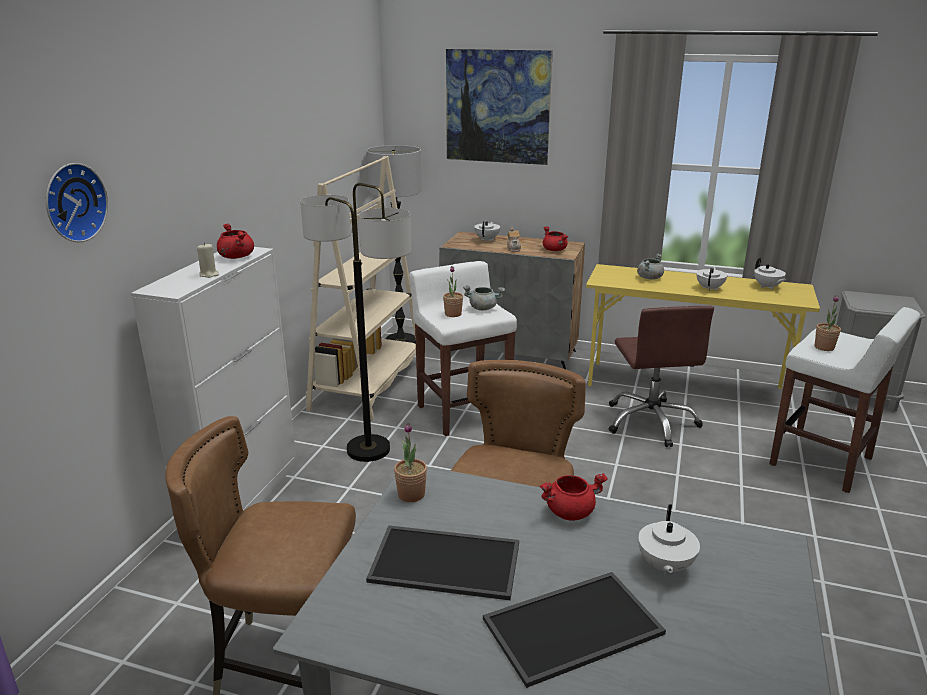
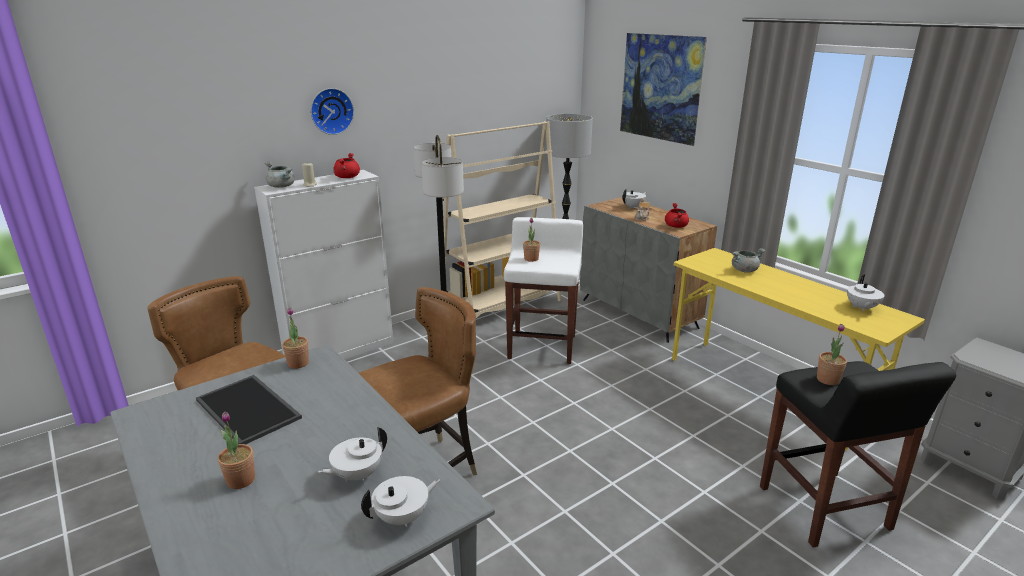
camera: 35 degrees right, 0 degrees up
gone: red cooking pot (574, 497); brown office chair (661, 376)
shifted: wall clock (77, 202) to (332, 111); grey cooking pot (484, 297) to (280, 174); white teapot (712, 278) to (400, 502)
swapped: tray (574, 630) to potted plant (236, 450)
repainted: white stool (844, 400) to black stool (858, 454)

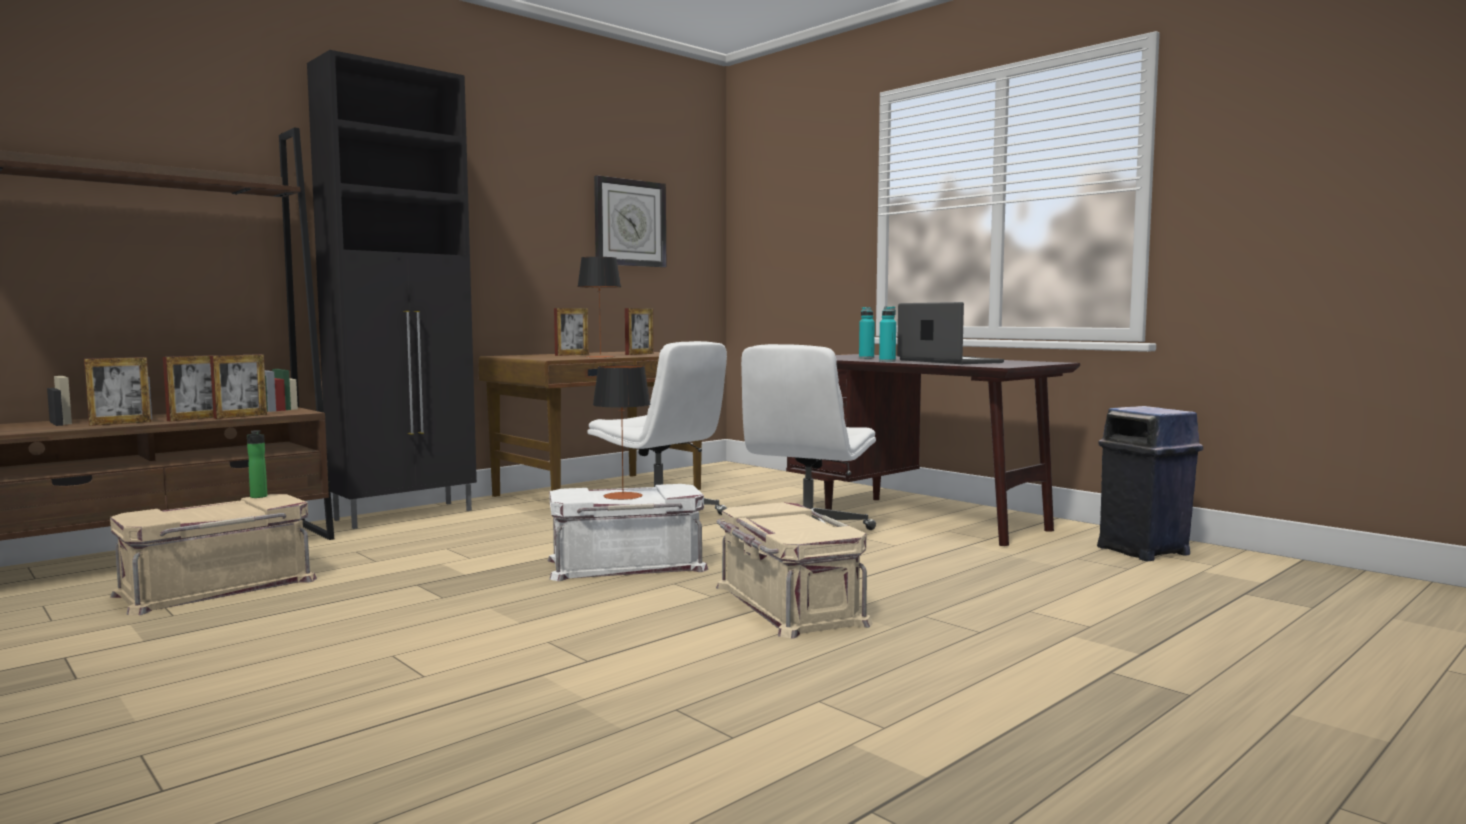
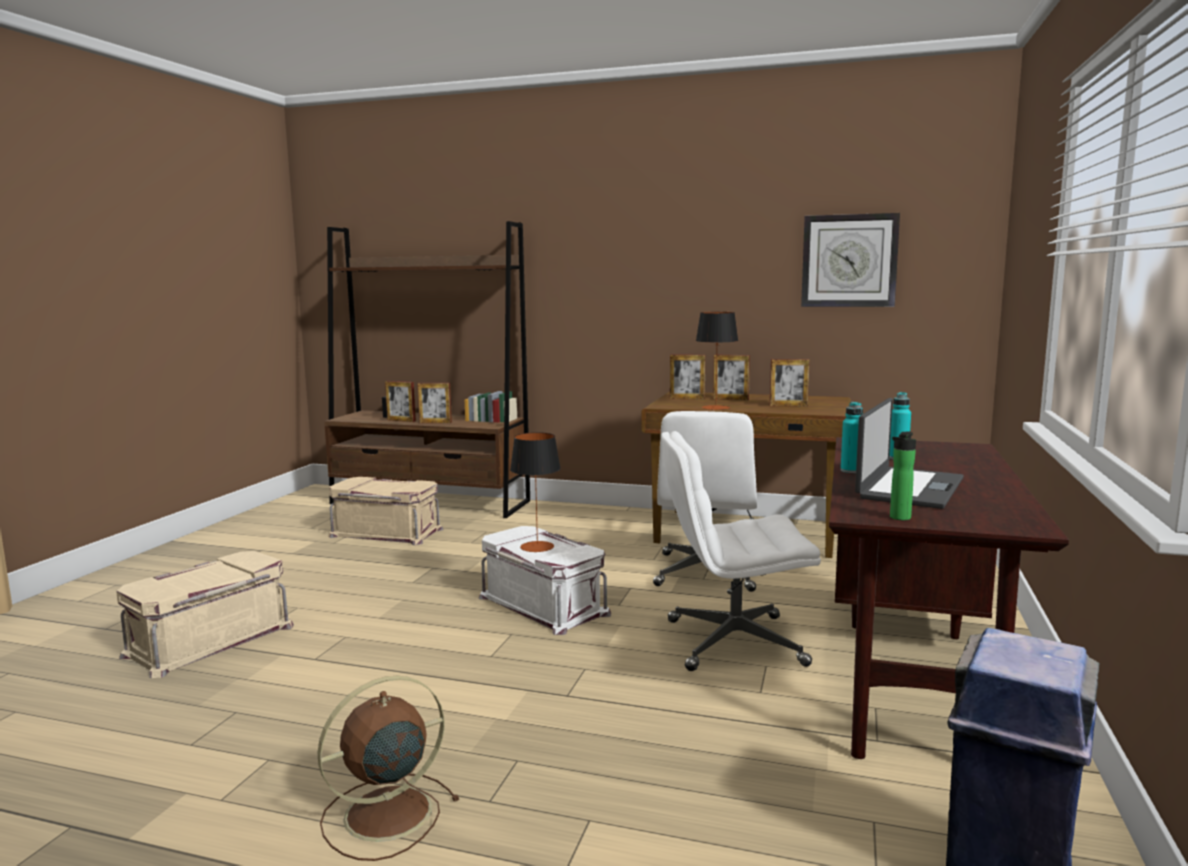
camera: 60 degrees right, 5 degrees up
gone: black cabinet (392, 289)
new: brown fan (388, 768)
shifted: picture frame (238, 386) to (688, 377); bottle (257, 464) to (903, 475); beige storage box (794, 570) to (205, 614)

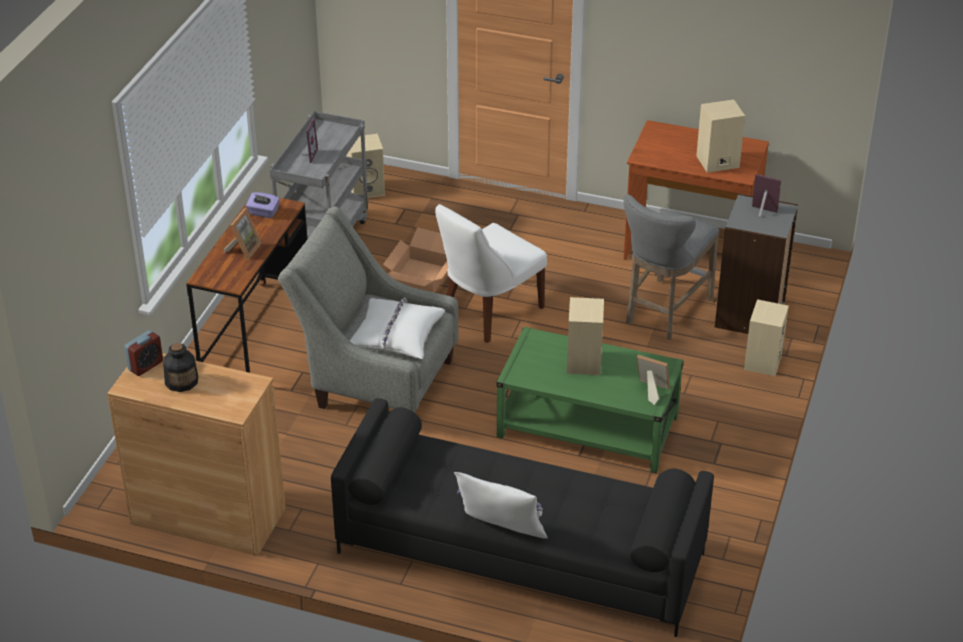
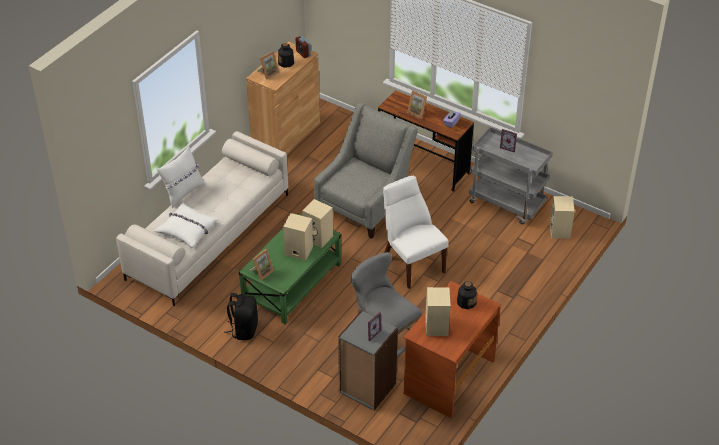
camera: 105 degrees right, 5 degrees up
gone: cardboard box (415, 260)
new: black backpack (241, 316); picture frame (268, 65); bottle (467, 295)
shifted: white pillow (397, 328) to (186, 225); beige speaker (766, 337) to (317, 223)
repainted: black sofa (522, 517) to white sofa (202, 218)

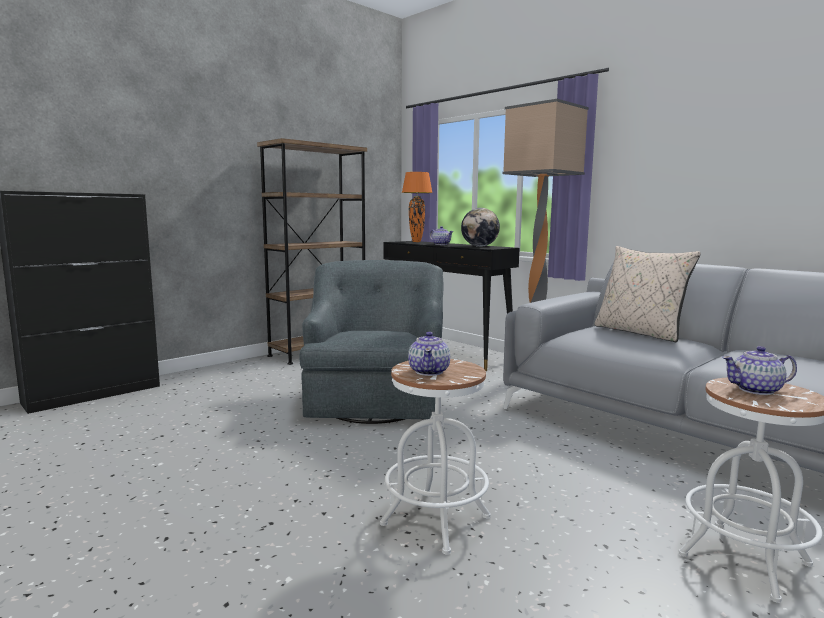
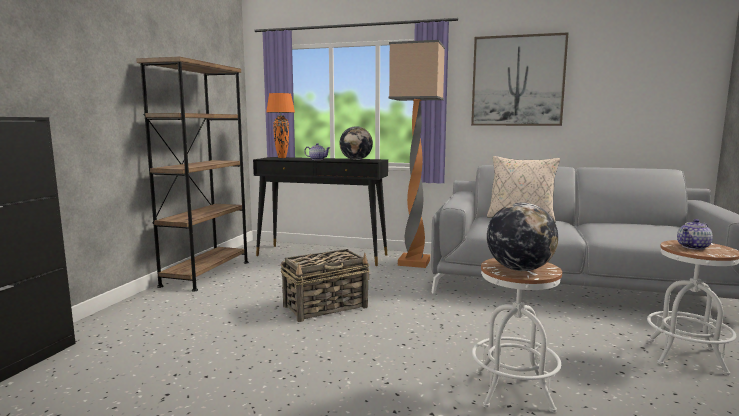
camera: 30 degrees left, 0 degrees up
new: picture (520, 79)
swapped: grey armchair (372, 342) to basket (325, 285); teapot (429, 354) to globe (522, 237)

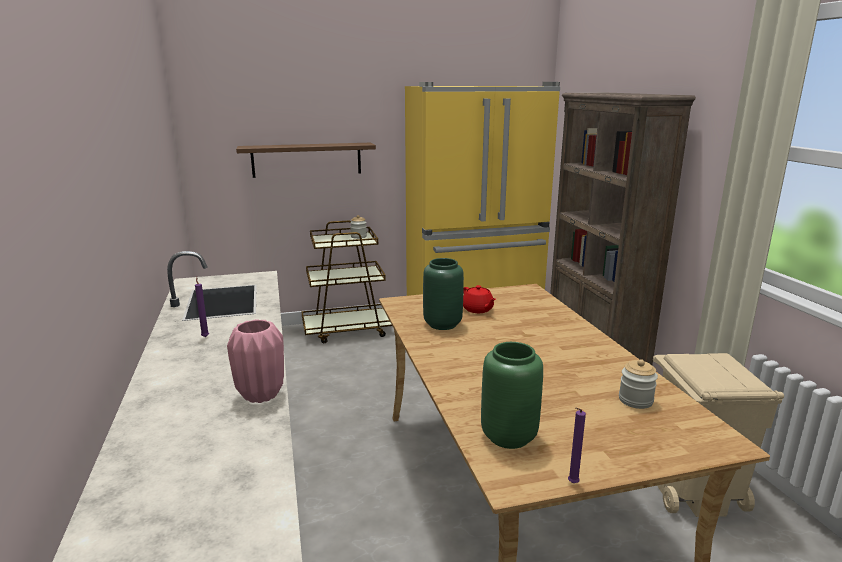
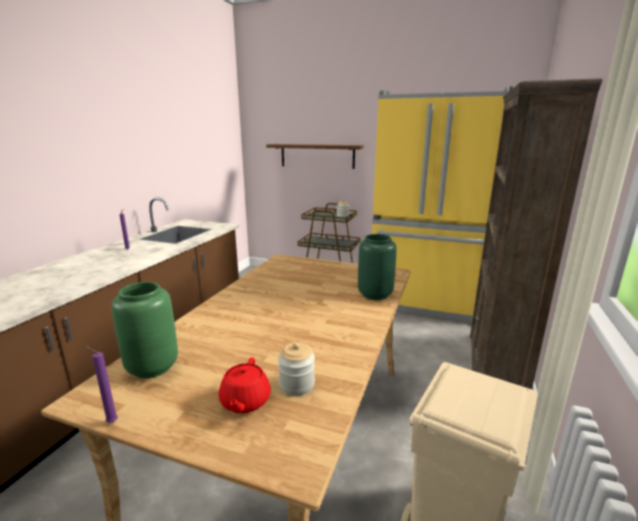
camera: 35 degrees right, 0 degrees up
gone: pink vase (255, 361)
shifted: green vase (443, 294) to (377, 267); red teapot (479, 299) to (245, 385)

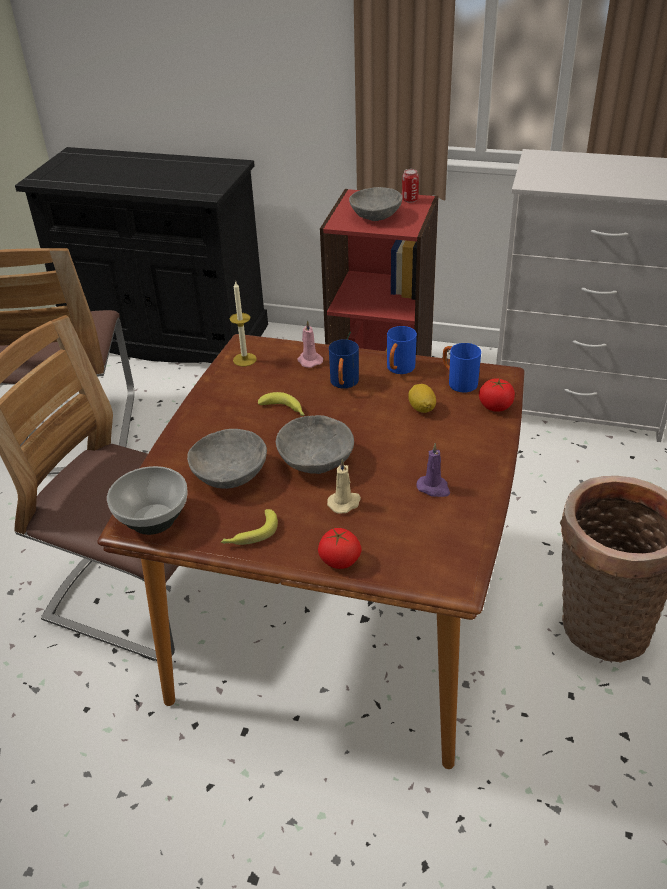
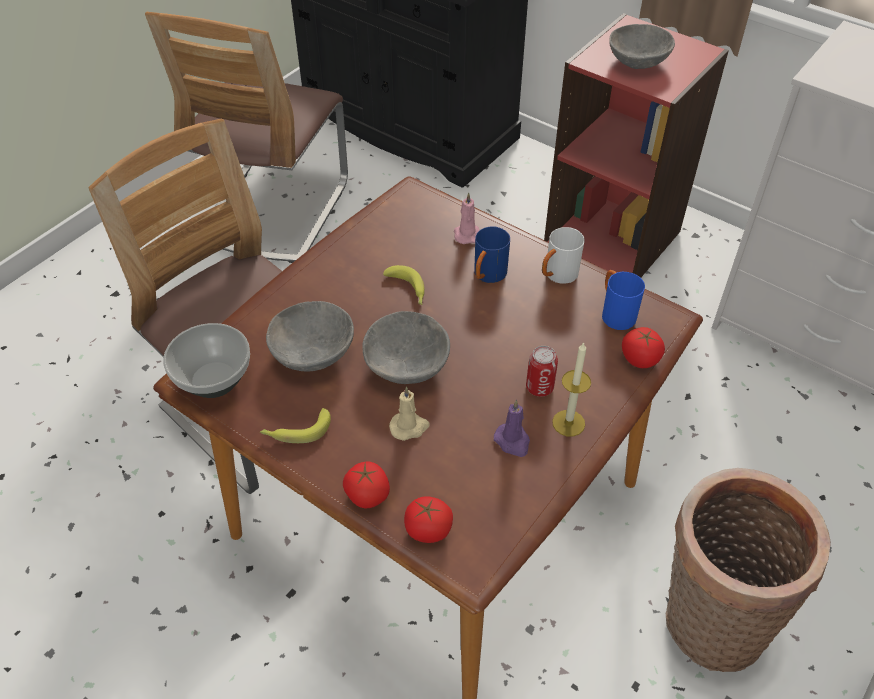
camera: 20 degrees right, 10 degrees up
gone: lemon (422, 398)
new: tomato (428, 519)
shifted: candle (243, 323) to (571, 389); can (410, 186) to (542, 371)
repainted: blue mug (402, 350) to white mug (563, 255)

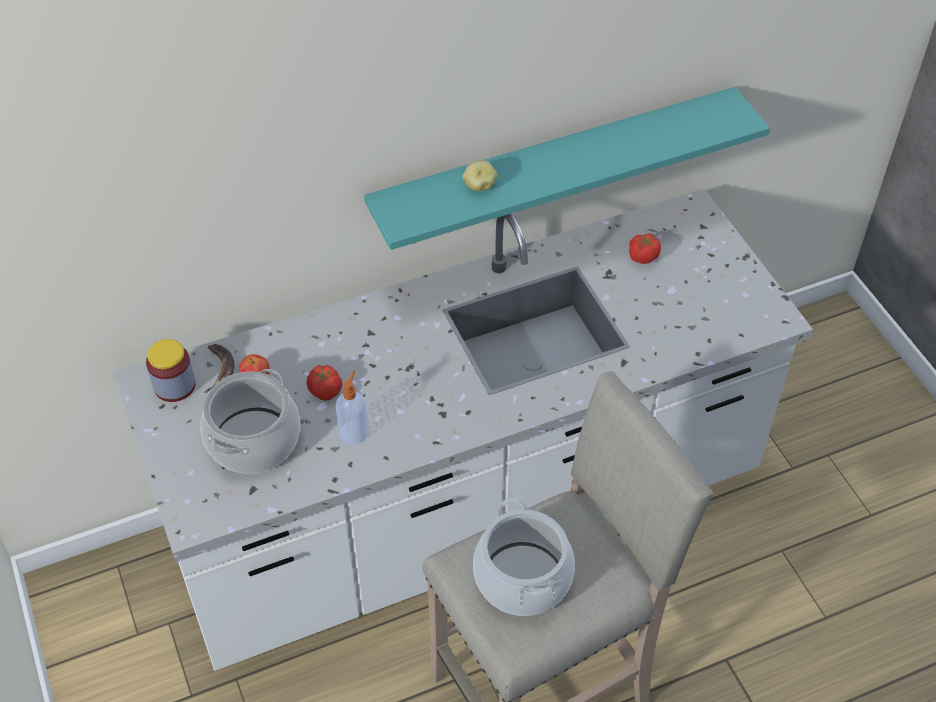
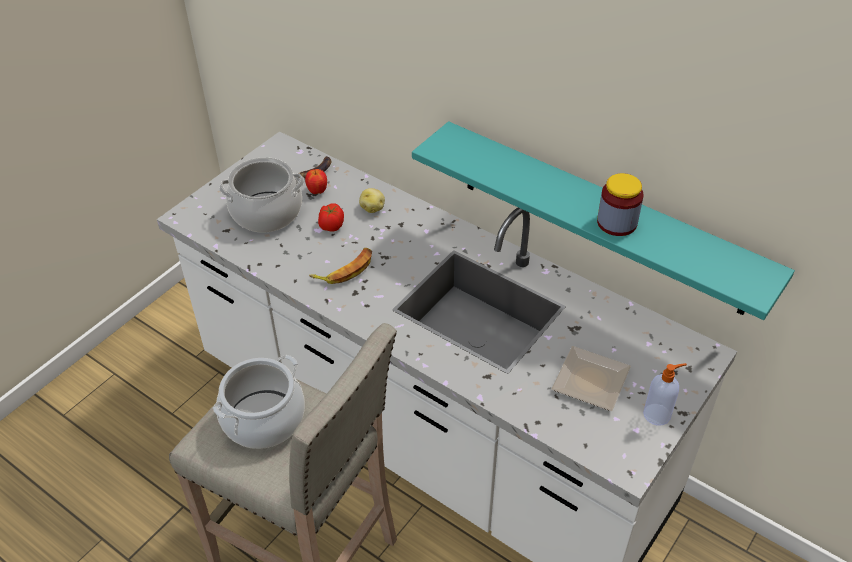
camera: 60 degrees right, 5 degrees down
gone: tomato (645, 248)
new: banana (340, 266); plate (591, 378)
shifted: jar (171, 370) to (620, 204); soap dispenser (352, 407) to (665, 394); potato (479, 175) to (372, 200)

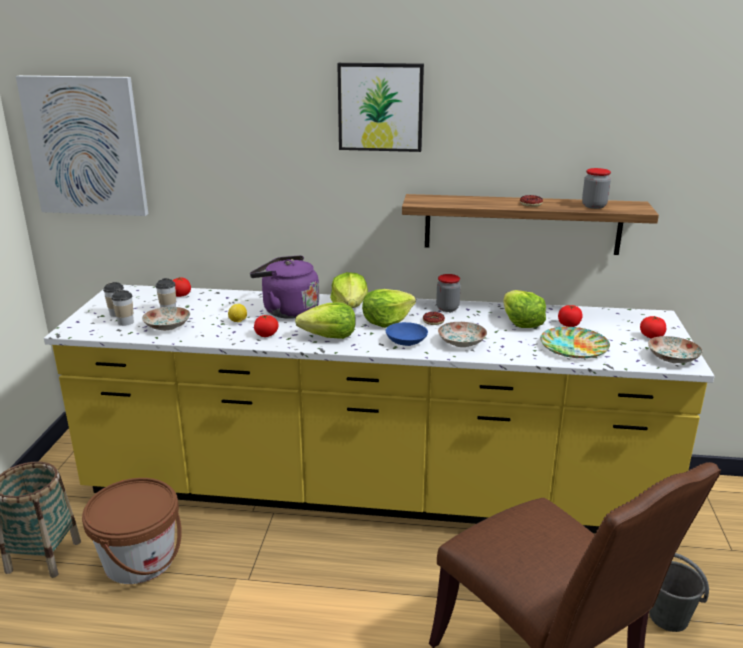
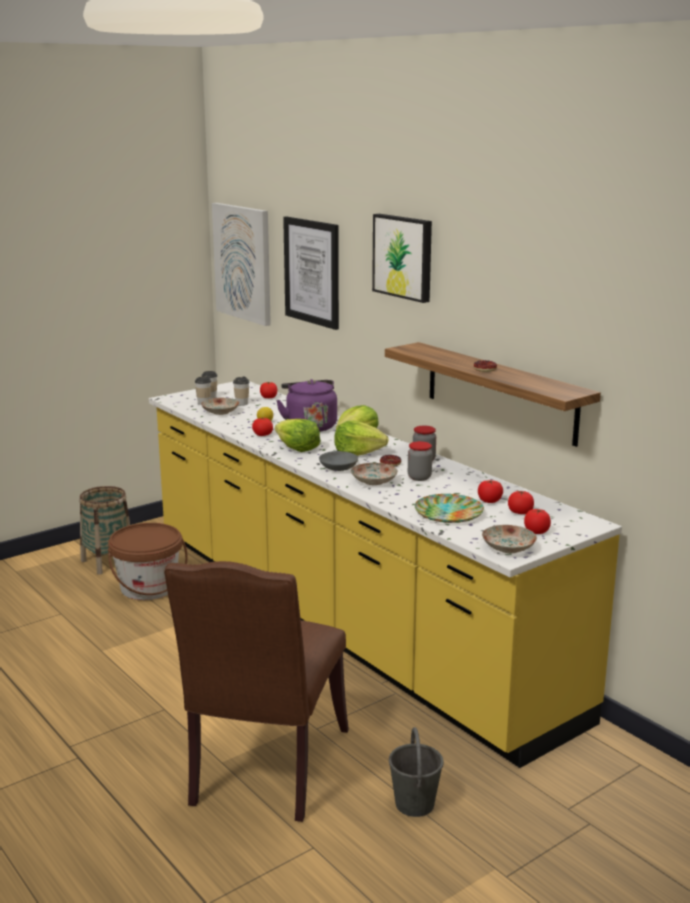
camera: 45 degrees right, 5 degrees down
gone: lettuce (525, 309)
new: picture (311, 273); tomato (521, 502)
shifted: jar (596, 188) to (420, 461)
repainted: blue bowl (407, 334) to grey bowl (338, 461)

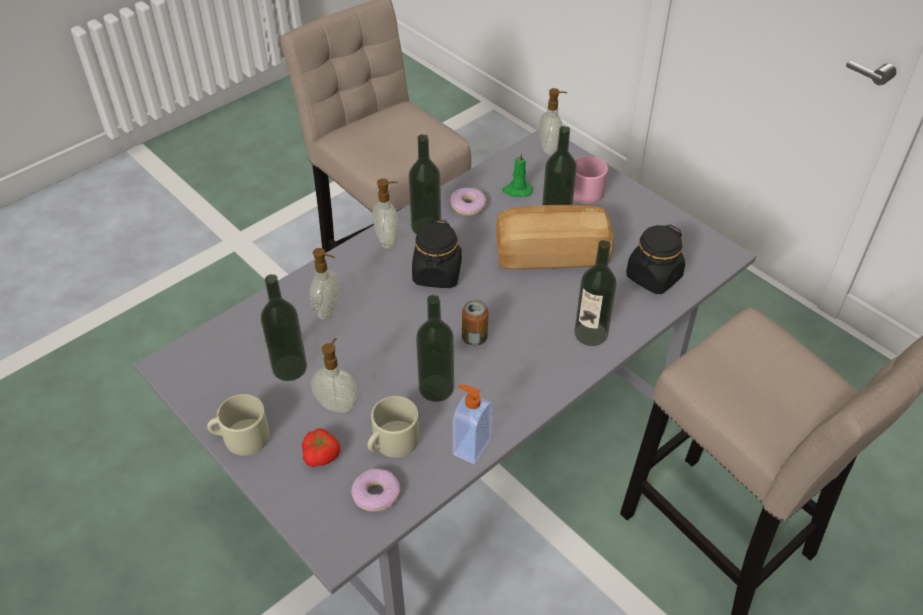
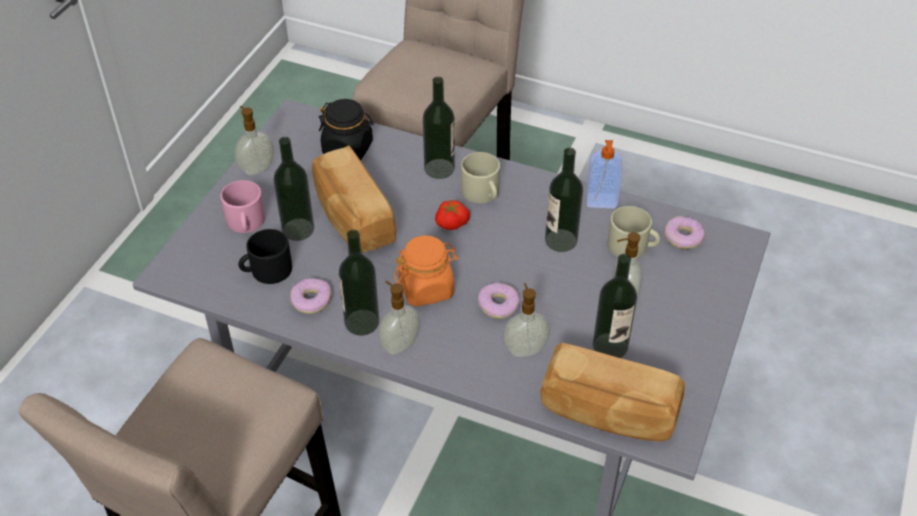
camera: 115 degrees left, 0 degrees up
gone: can (475, 322)
new: donut (499, 301); bread (612, 392)
shifted: beige mug (238, 425) to (480, 177); tomato (321, 447) to (452, 215); soap dispenser (553, 121) to (254, 141)
swapped: green candle (517, 174) to black mug (265, 256)
repainted: black jar (437, 254) to orange jar (426, 271)

